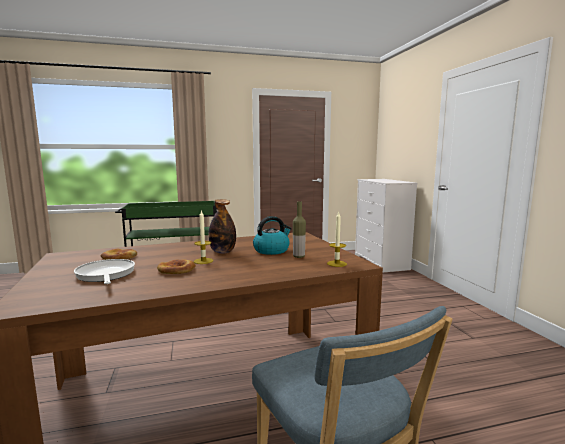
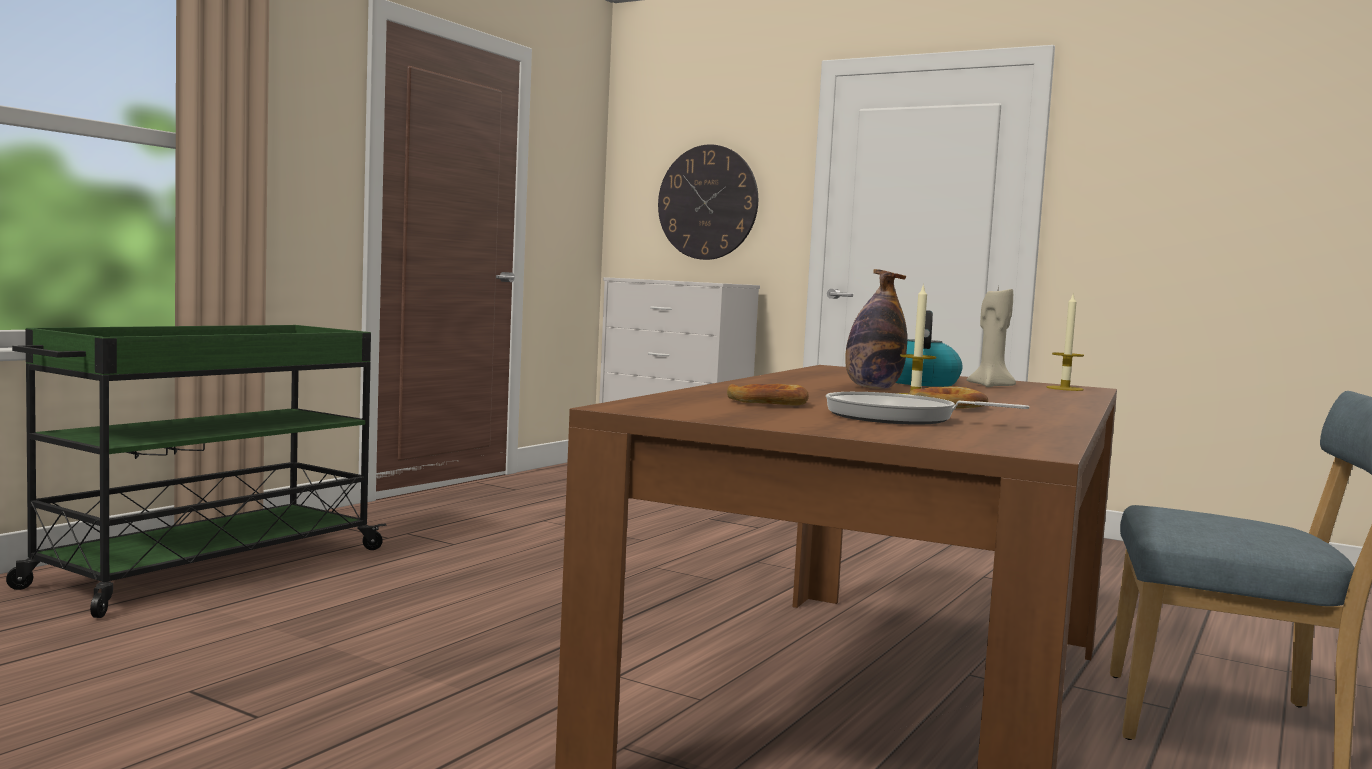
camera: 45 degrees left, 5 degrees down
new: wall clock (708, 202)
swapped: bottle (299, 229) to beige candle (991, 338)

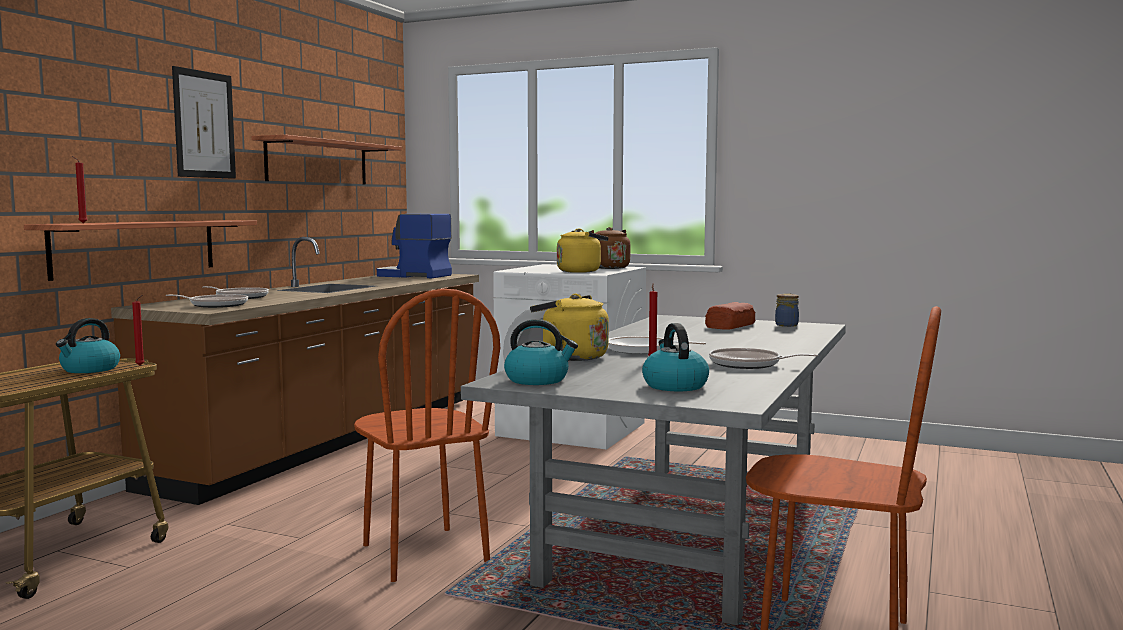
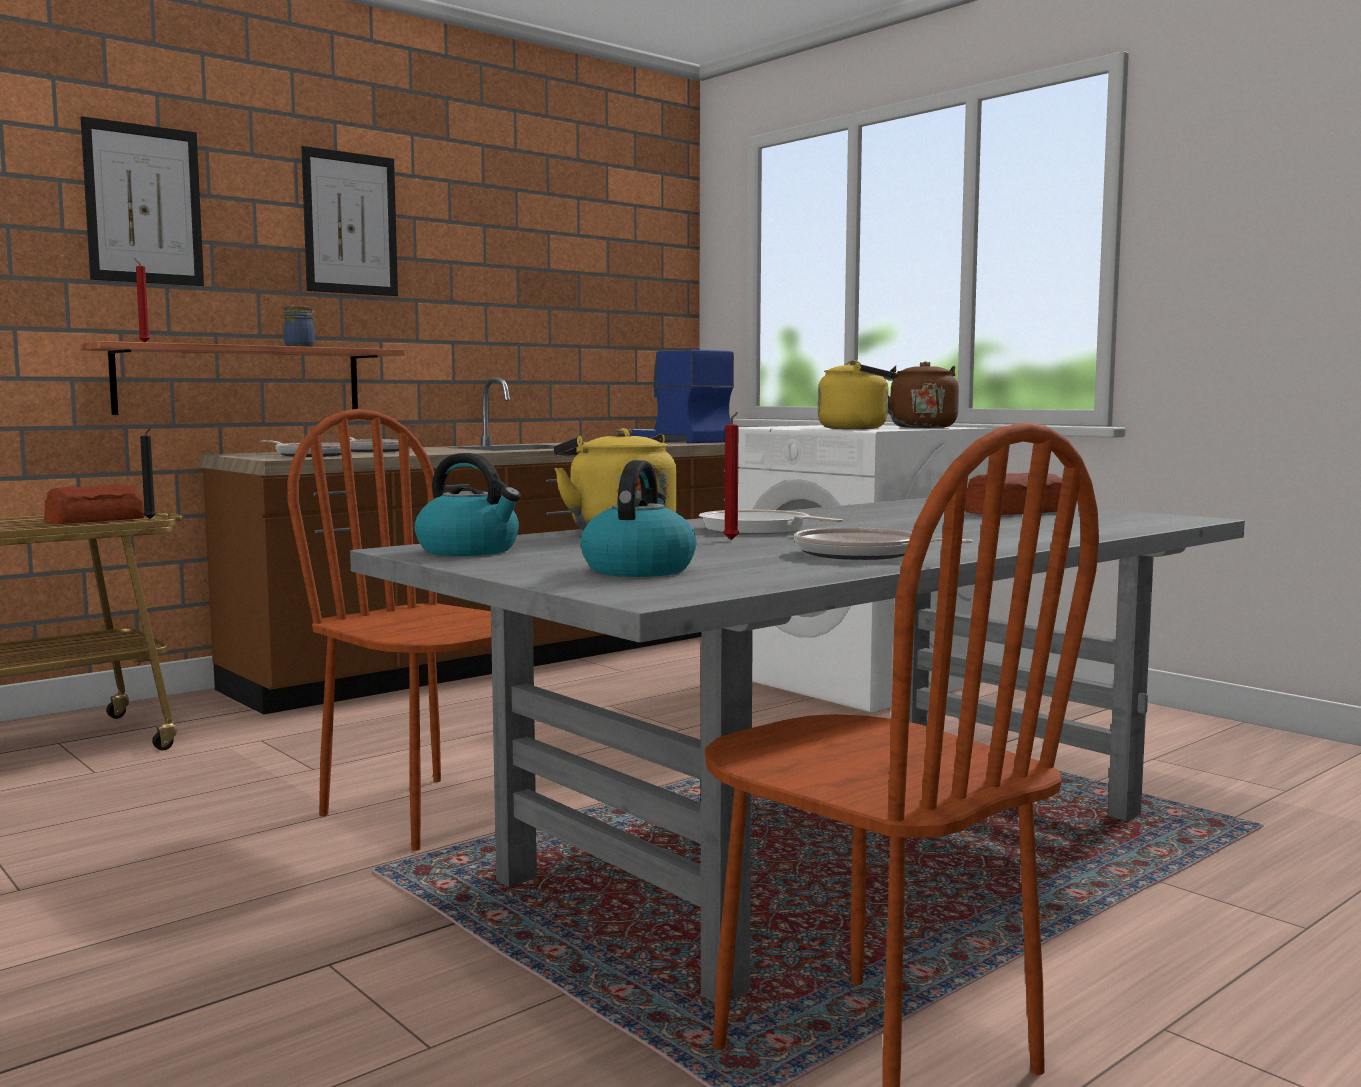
camera: 25 degrees right, 0 degrees up
gone: shelf (327, 160)
new: picture (142, 201)
shifted: jar (787, 310) to (300, 326)
swapped: kettle (88, 345) to bread (94, 504)
repainted: red candle (138, 330) to black candle (148, 473)
rotated: brown chair (427, 435) = (389, 630) 135 degrees clockwise

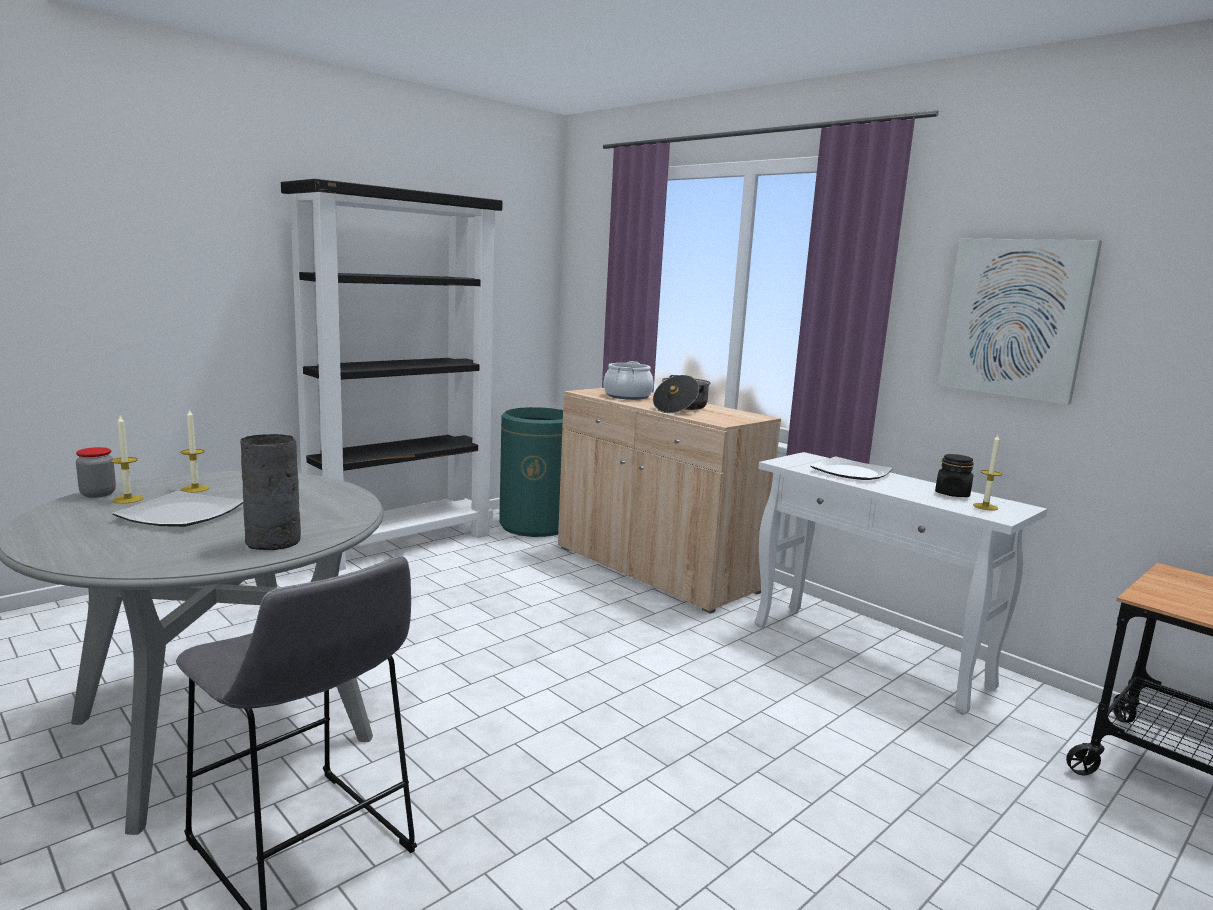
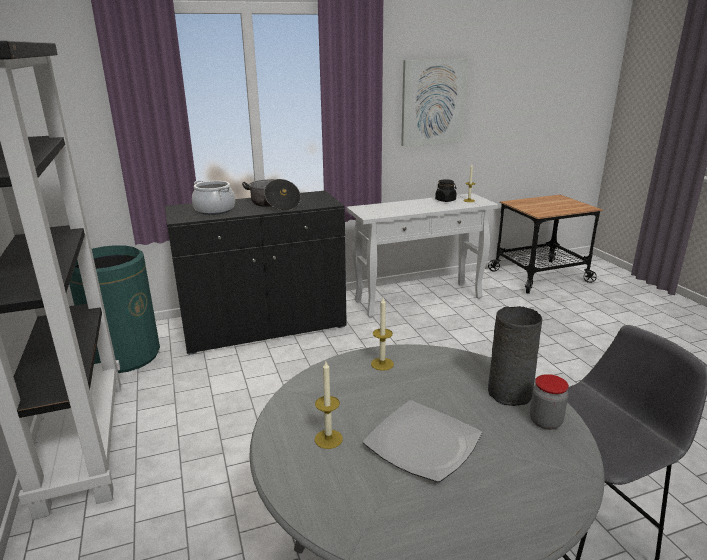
camera: 65 degrees left, 10 degrees up
gone: plate (851, 468)
shifted: jar (96, 472) to (549, 402); candle (127, 460) to (382, 334)
repainted: beige cabinet (669, 501) to black cabinet (256, 273)

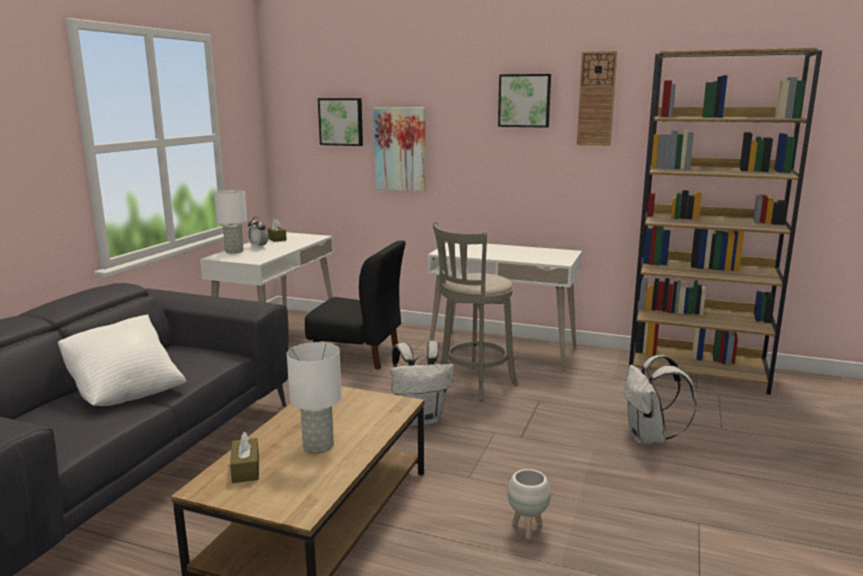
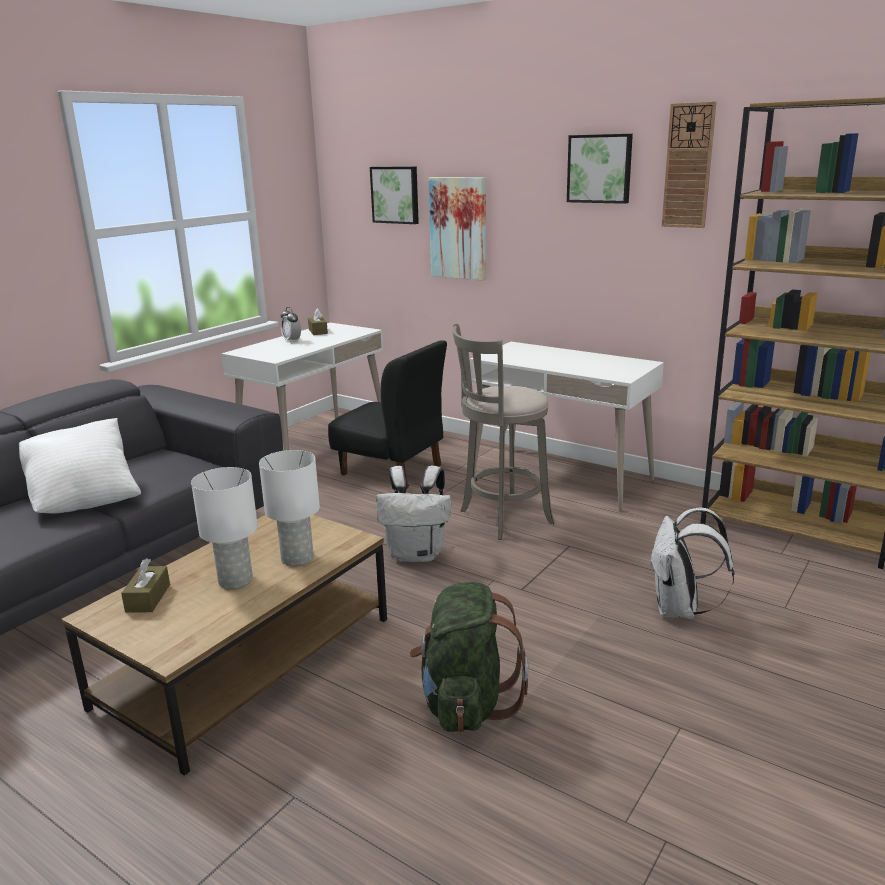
camera: 15 degrees right, 5 degrees up
shifted: white table lamp (230, 221) to (289, 508)
swapped: white planter (529, 504) to green backpack (469, 657)

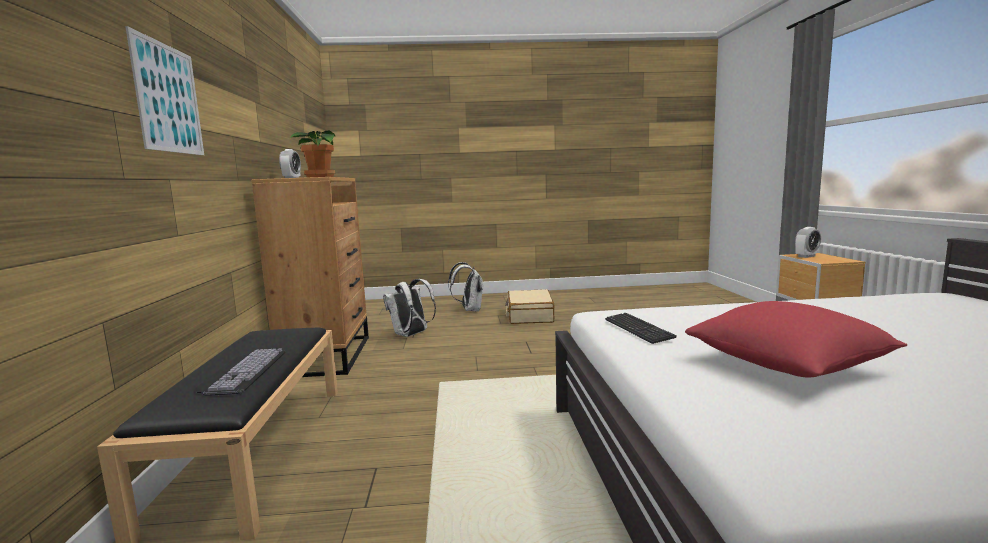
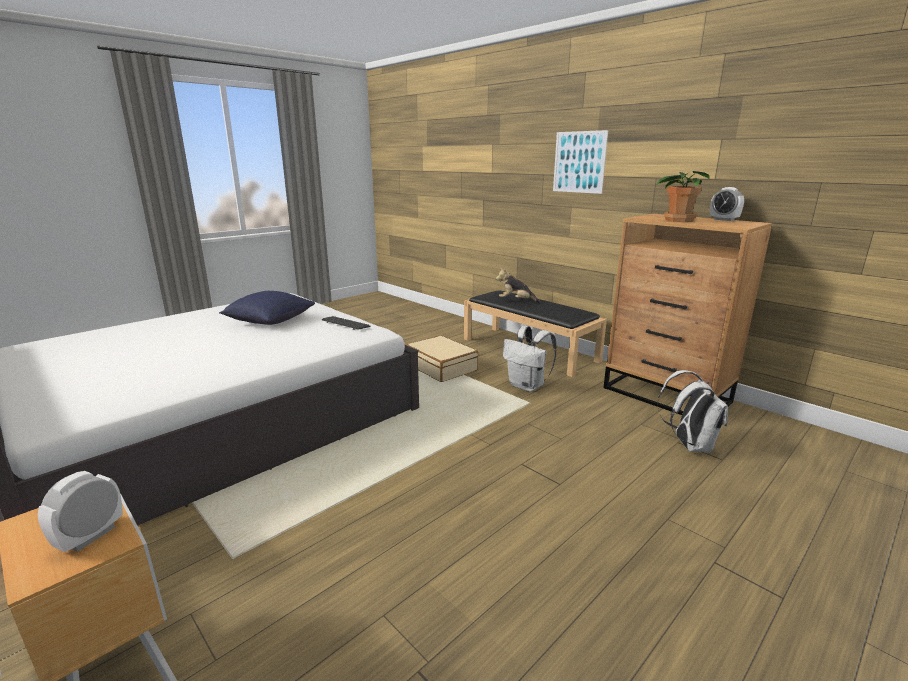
camera: 140 degrees right, 10 degrees up
shifted: white backpack (466, 287) to (530, 359); beige suitcase (530, 306) to (442, 358)
swapped: keyboard (240, 372) to plush toy (518, 285)
repainted: red pillow (796, 339) to blue pillow (267, 308)

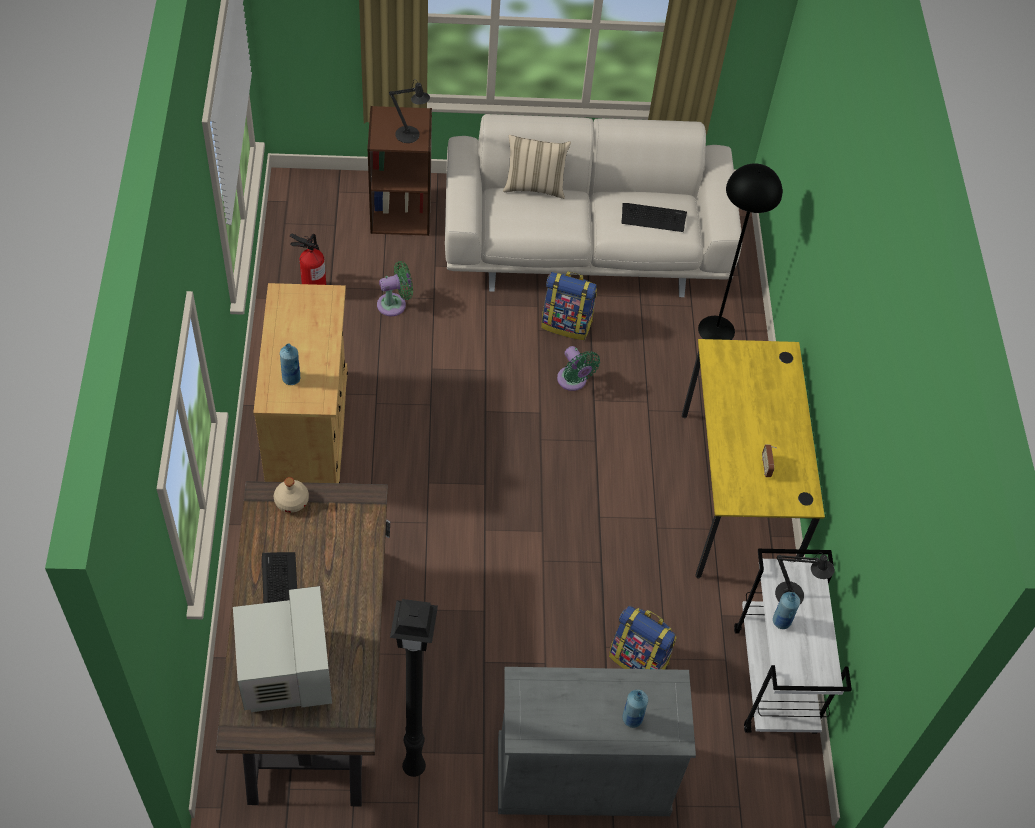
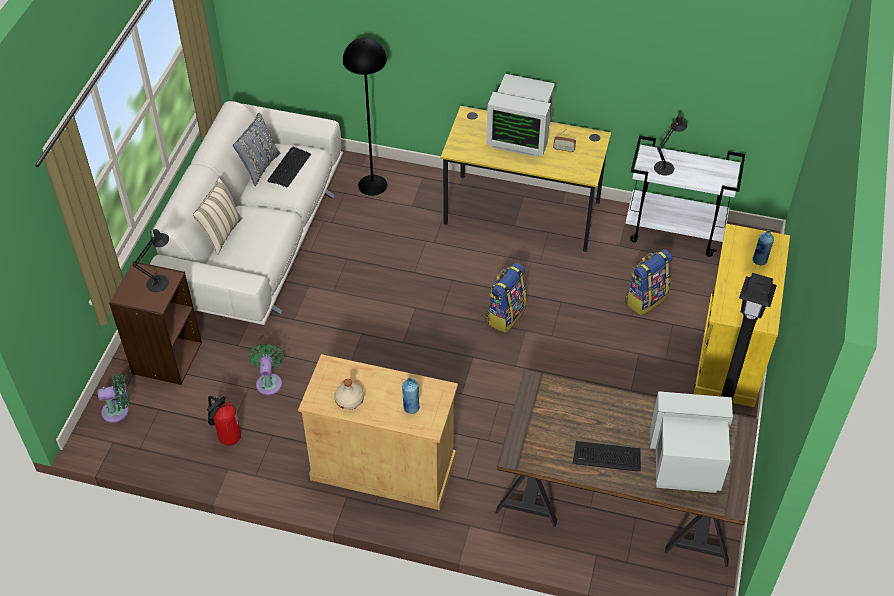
camera: 70 degrees left, 5 degrees down
gone: blue bottle (786, 610)
new: grey pillow (257, 149); monitor (520, 115)
shifted: beige bottle (291, 494) to (349, 394); backpack (569, 305) to (506, 298); green fan (578, 368) to (113, 398)
repainted: grey cabinet (597, 741) to yellow cabinet (742, 315)

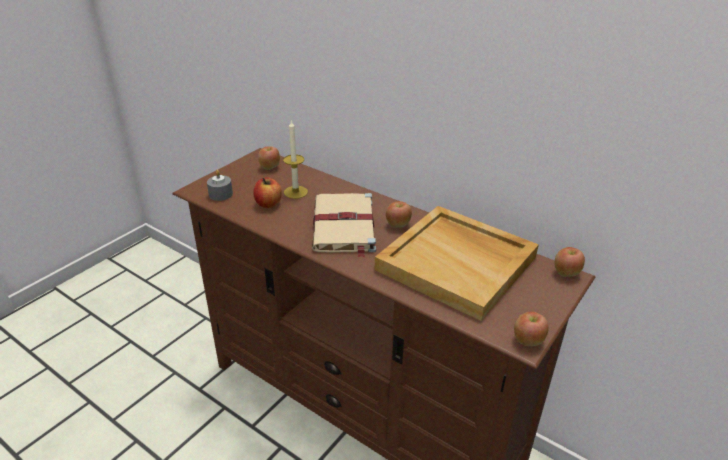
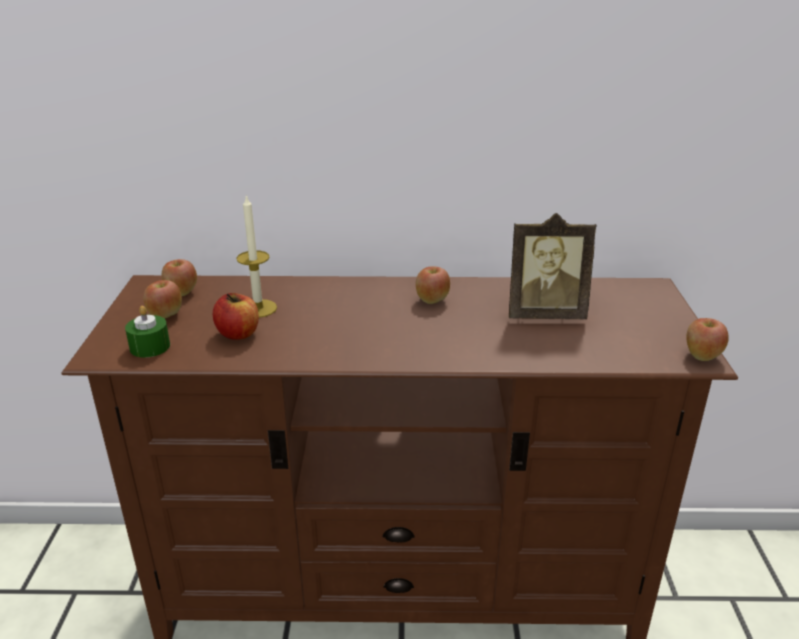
camera: 35 degrees left, 5 degrees down
gone: beige book (344, 225)
shifted: apple (570, 262) to (162, 299)
swapped: beige tray (457, 263) to picture frame (553, 266)
repainted: grey candle (220, 185) to green candle (147, 332)

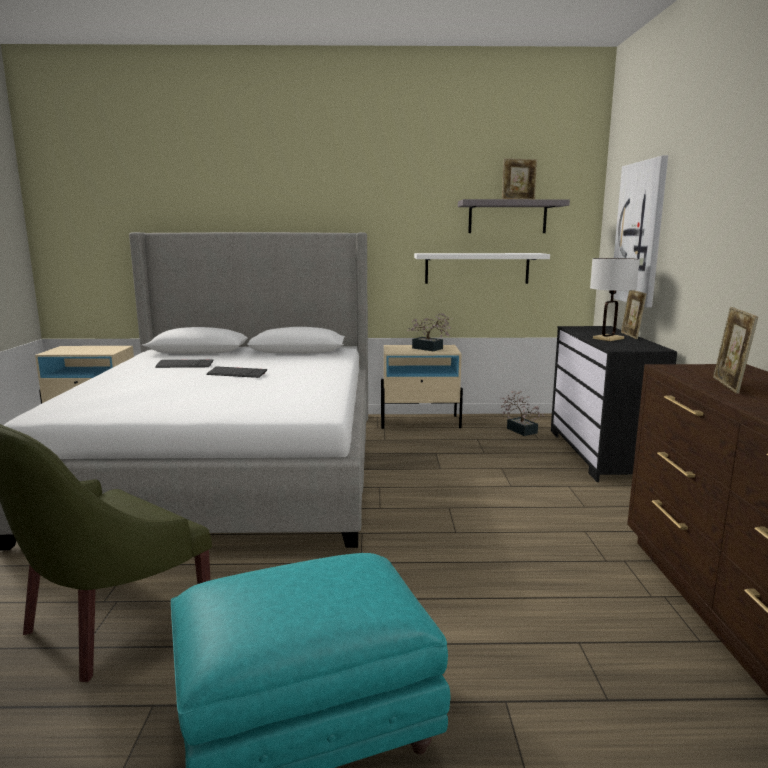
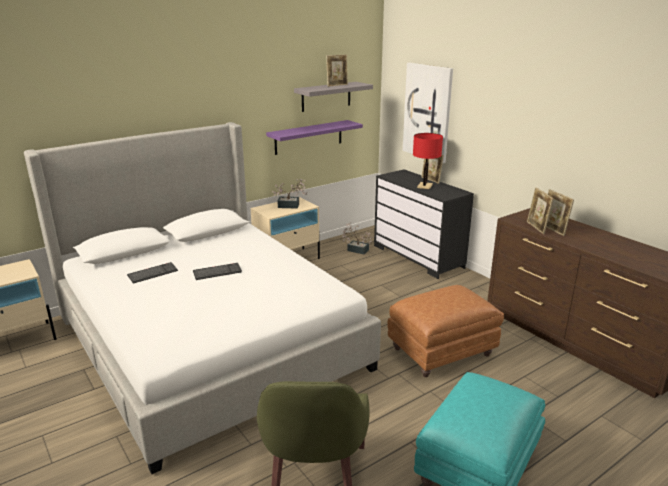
camera: 35 degrees left, 10 degrees up
new: brown ottoman (445, 331); picture frame (540, 210)
repainted: white shelf (482, 268) to purple shelf (314, 137); white table lamp (615, 299) to red table lamp (428, 161)

